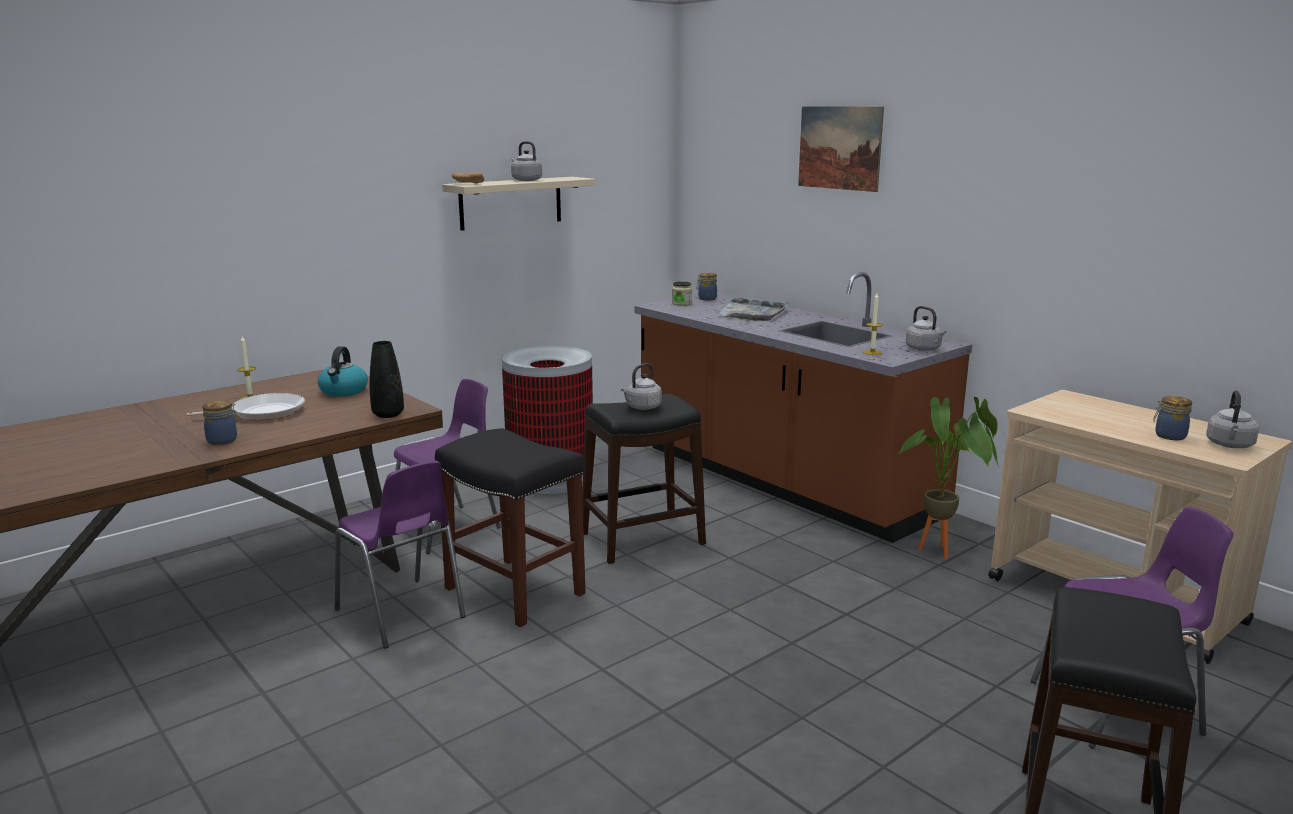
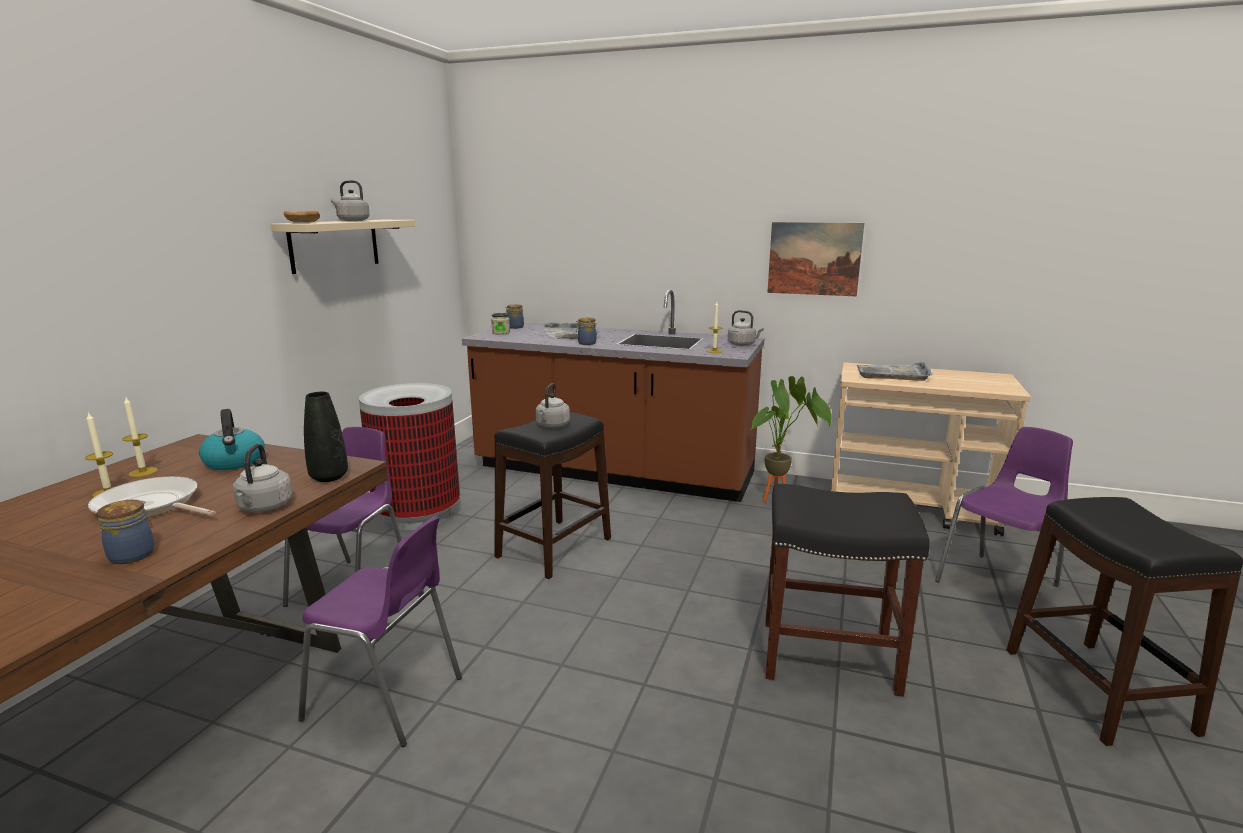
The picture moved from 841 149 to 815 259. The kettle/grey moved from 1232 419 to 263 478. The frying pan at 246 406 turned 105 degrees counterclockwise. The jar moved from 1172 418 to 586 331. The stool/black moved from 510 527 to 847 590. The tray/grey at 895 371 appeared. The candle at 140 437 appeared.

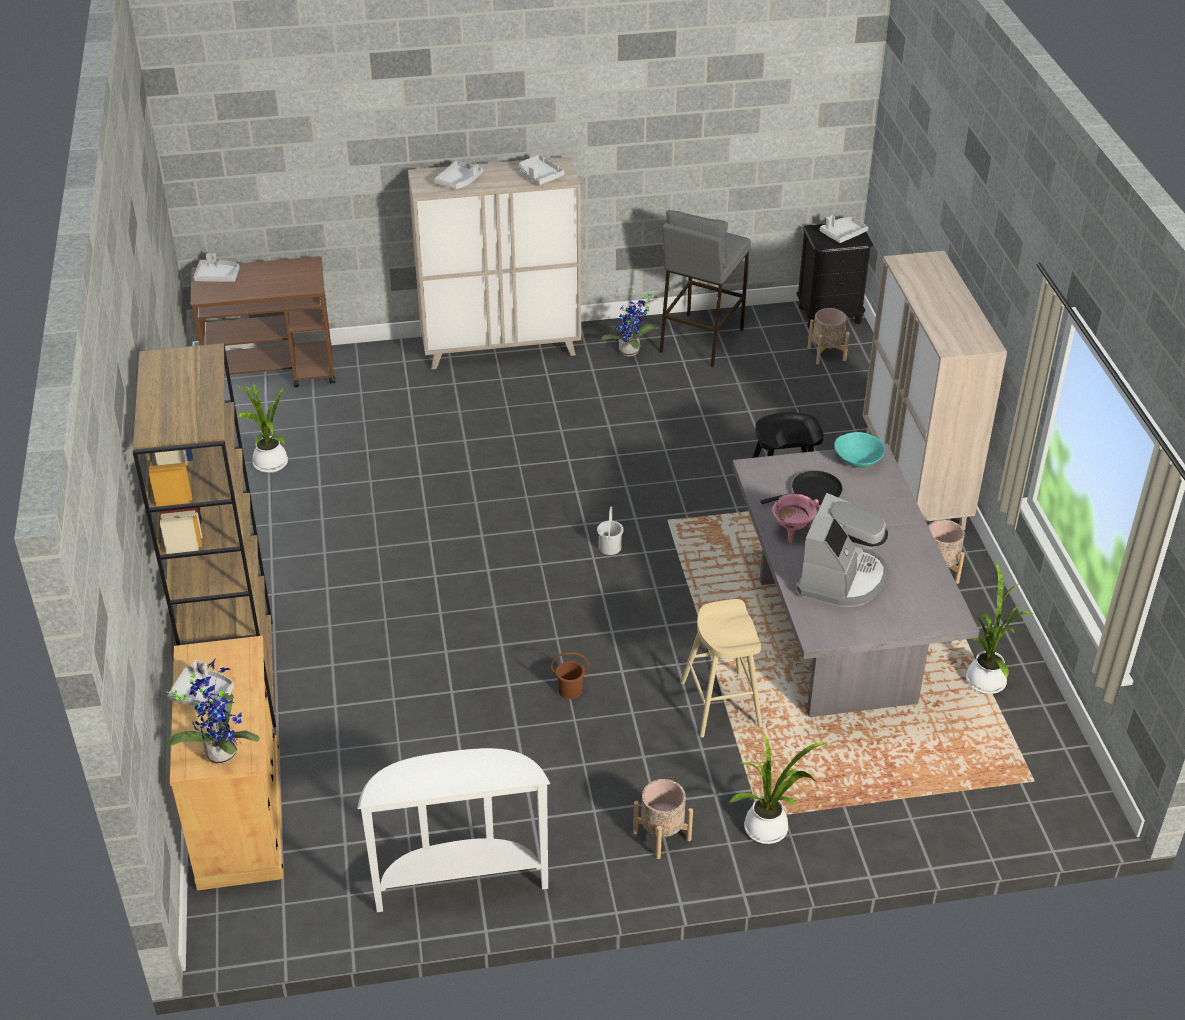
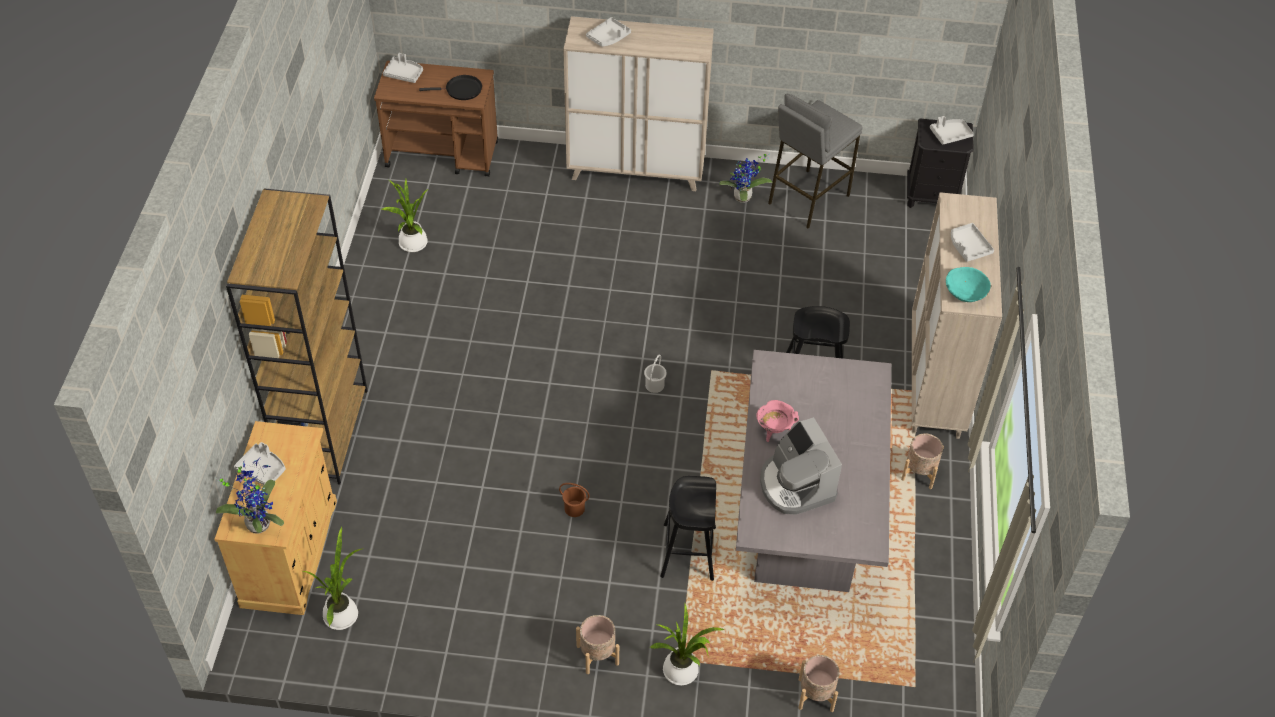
The tray/grey moved from 542 170 to 972 242. The planter/beige moved from 828 336 to 818 683. The bowl/turquoise moved from 859 450 to 968 284. The frying pan/black moved from 801 488 to 450 87. The coffee machine at 842 550 turned 120 degrees clockwise. The potted plant moved from 1000 628 to 332 578. The stool/beige at 721 668 became the stool/black at 688 528. The console table/white at 453 830 disappeared.

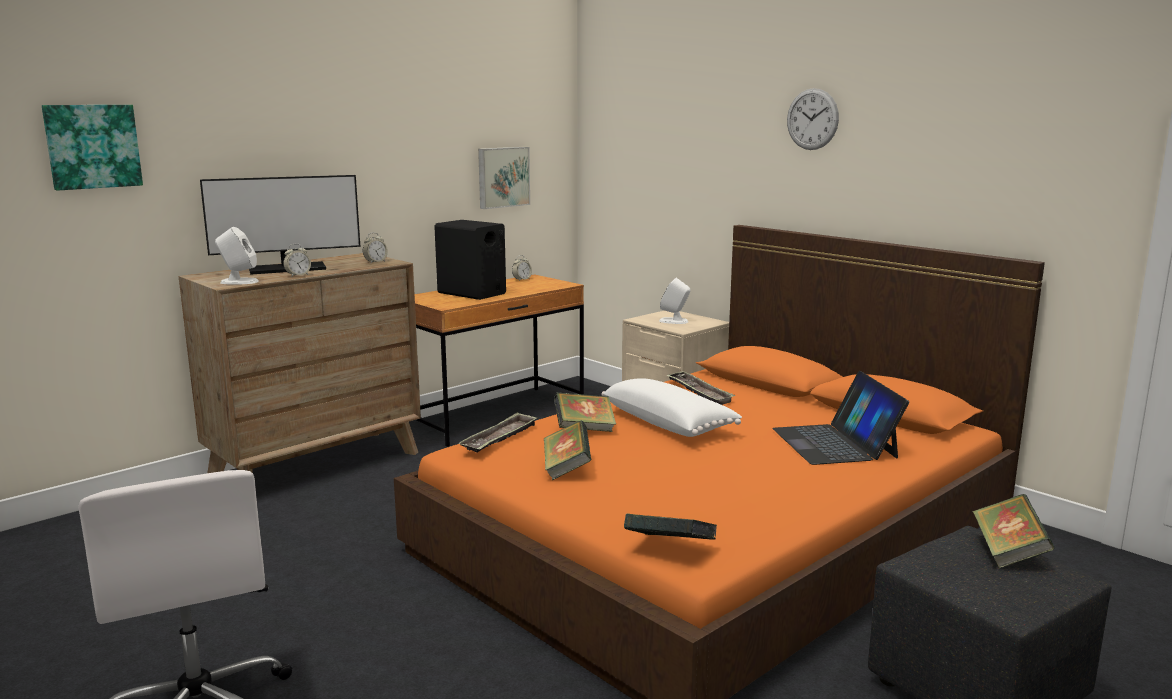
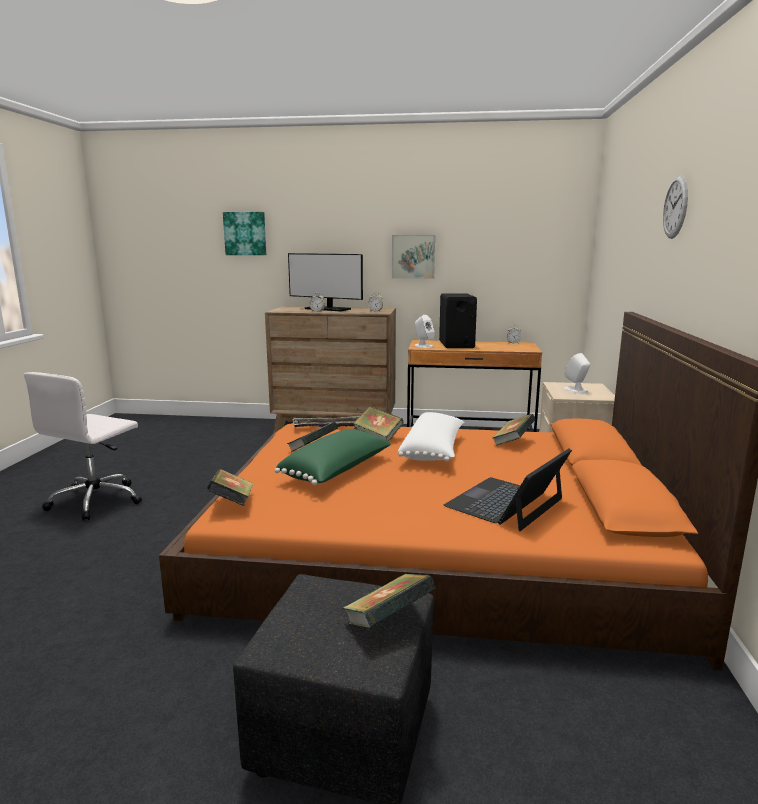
The picture moved from 504 178 to 413 257. The speaker/white moved from 237 255 to 424 331. The tray at 700 388 was replaced by the book at 514 430. The pillow/green at 332 457 appeared.

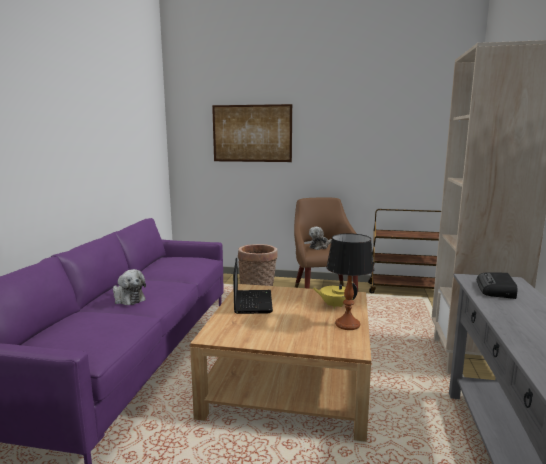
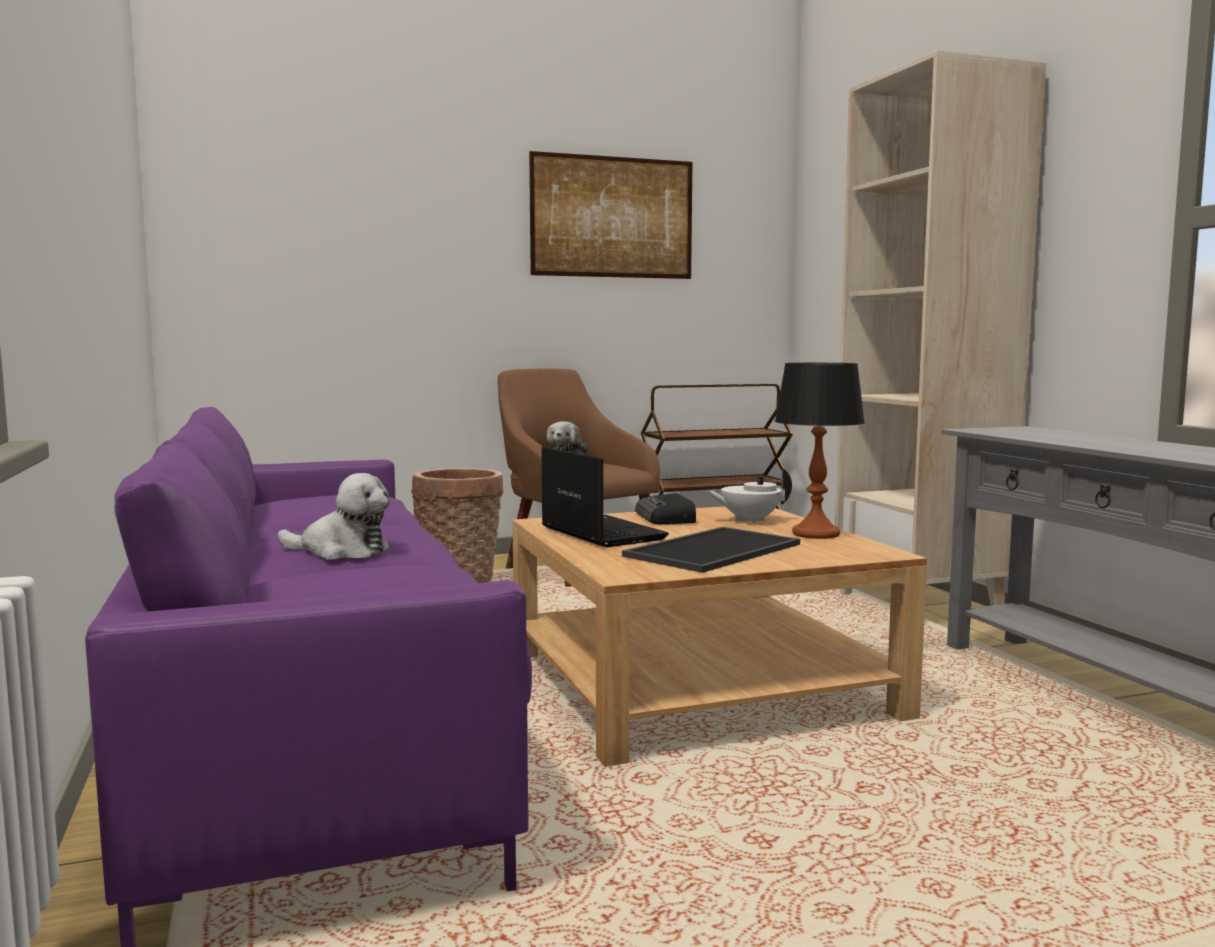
The picture moved from 252 133 to 610 215. The radio moved from 497 285 to 665 508. The teapot/yellow at 335 295 became the teapot/white at 749 495. The tray at 711 550 appeared.

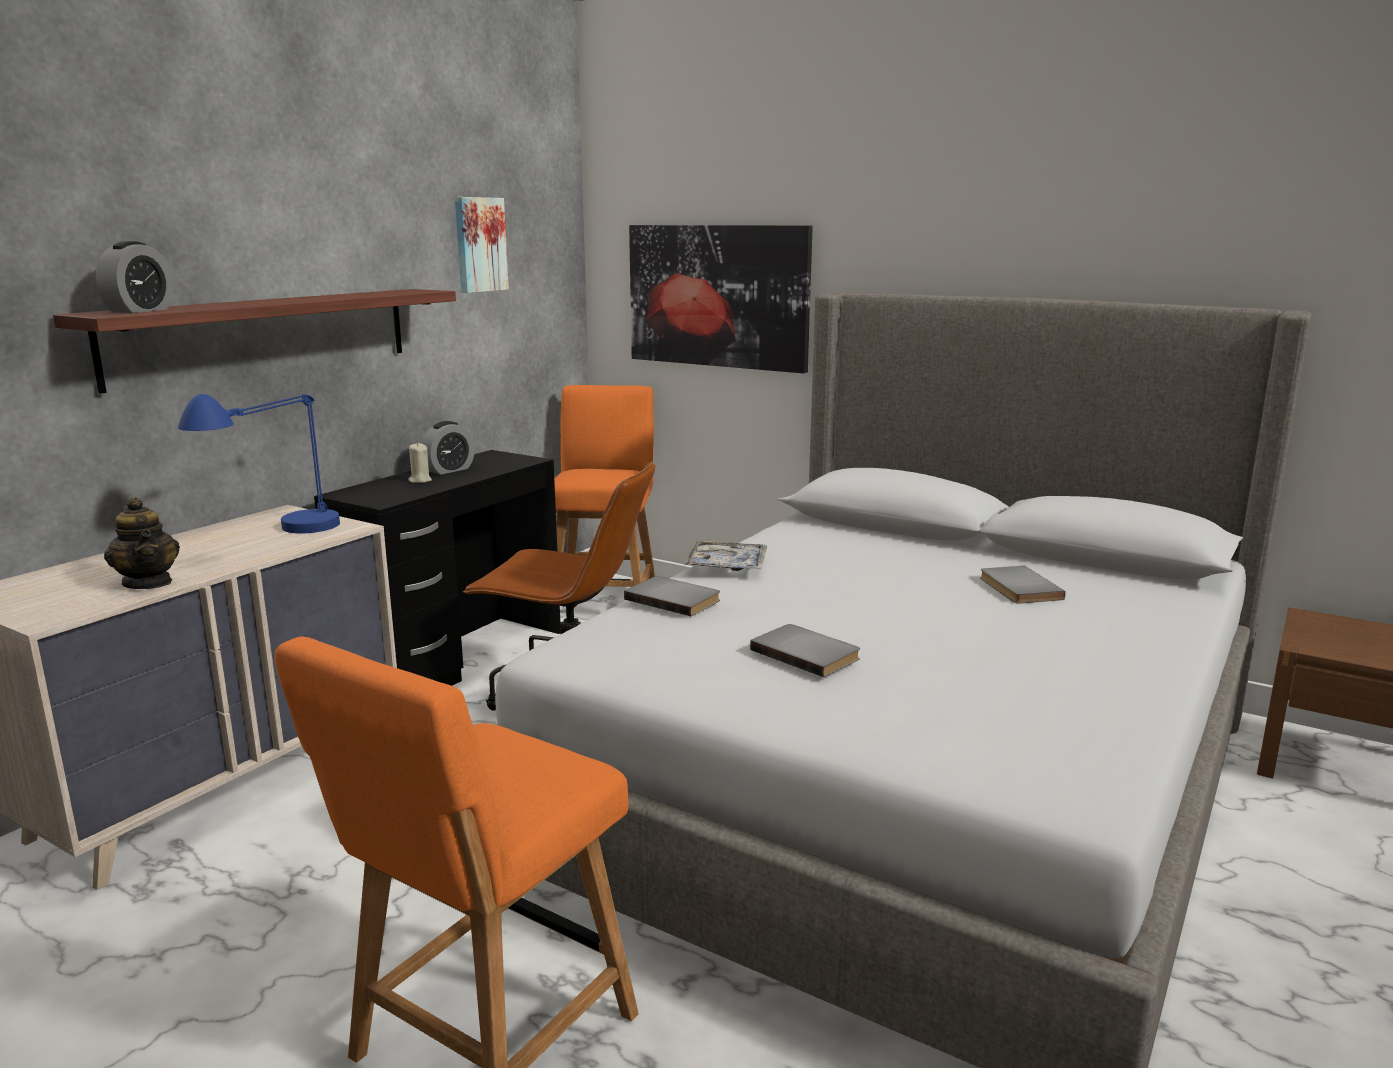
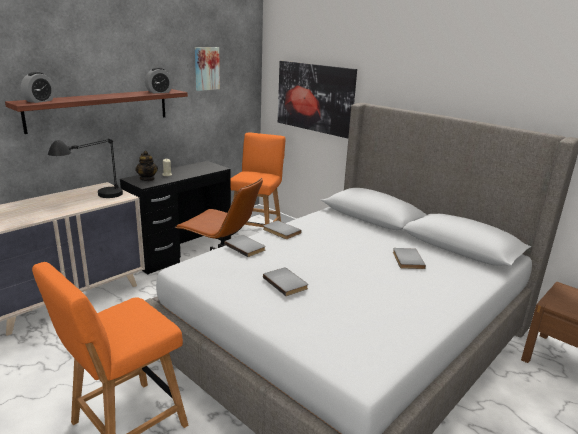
The table lamp/blue at 259 463 became the table lamp/black at 85 168. The alarm clock moved from 448 448 to 159 80. The teapot moved from 142 543 to 146 166. The tray at 726 556 was replaced by the book/grey at 282 229.

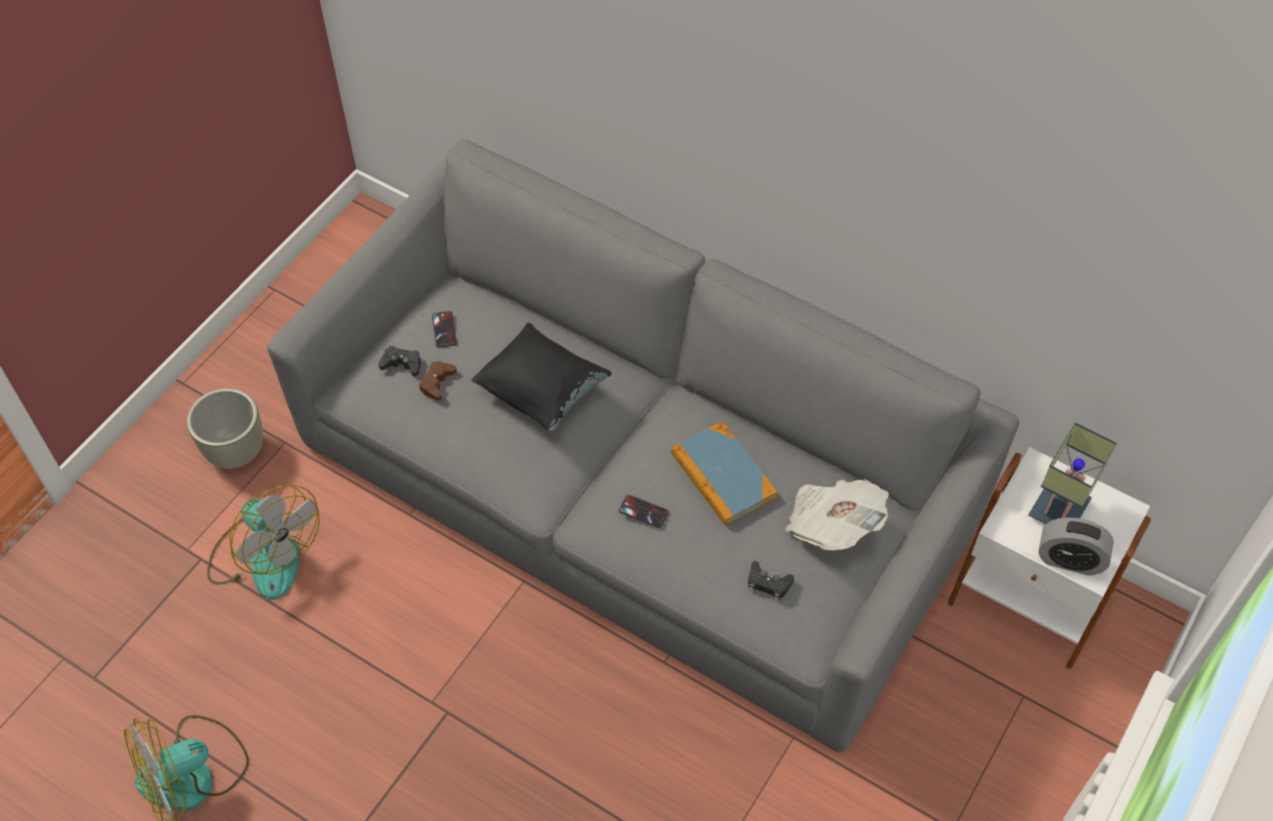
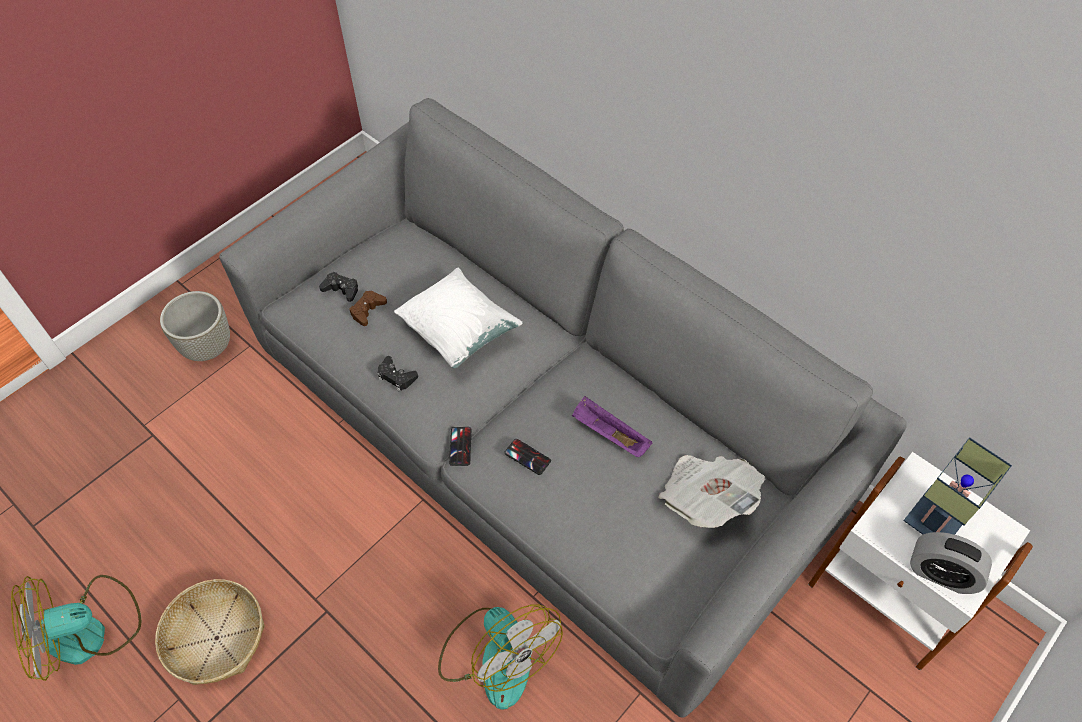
The phone moved from 444 329 to 460 446. The pillow/black at 542 377 became the pillow/white at 458 318. The book at 724 473 was replaced by the tray/purple at 612 426. The fan moved from 263 542 to 500 657. The game controller/black moved from 771 581 to 397 374. The basket at 210 632 appeared.

